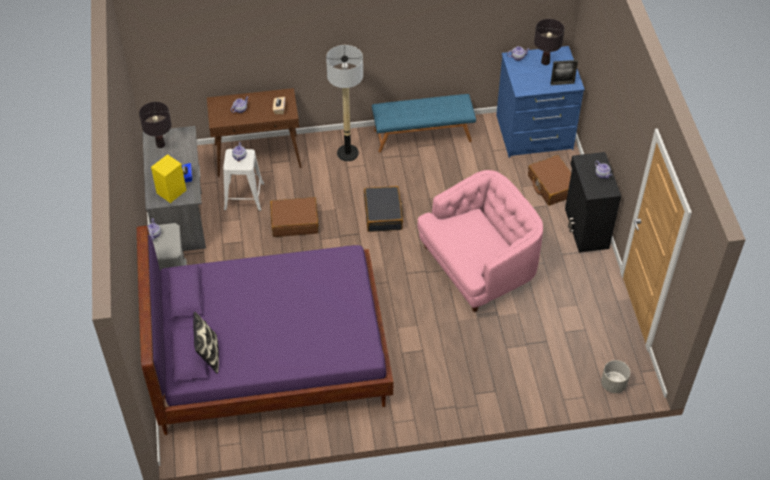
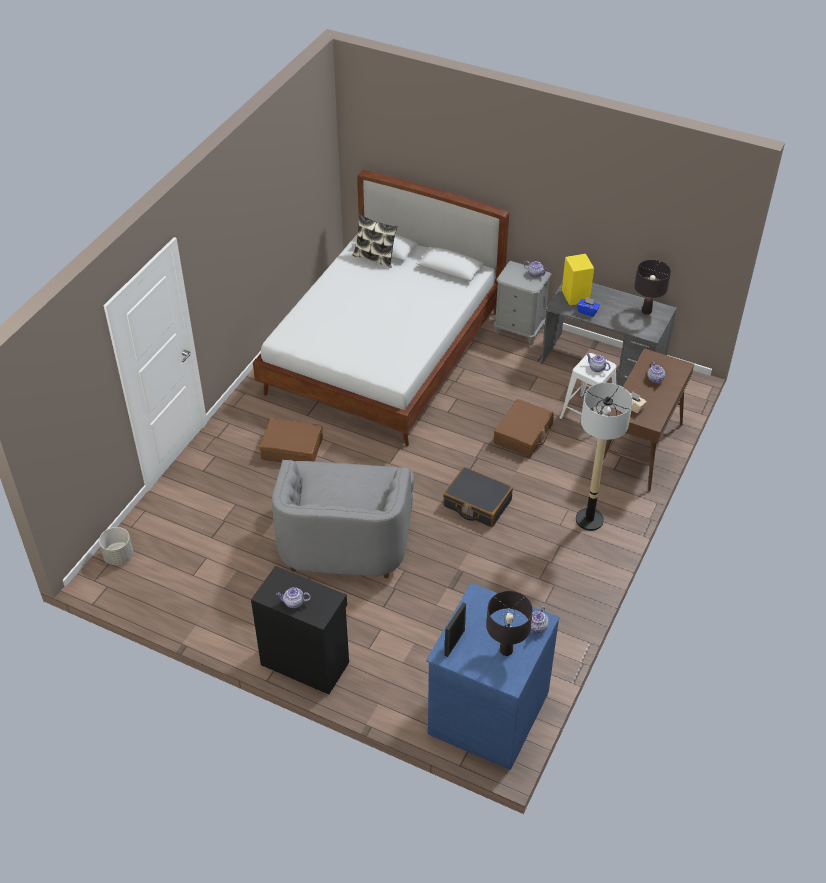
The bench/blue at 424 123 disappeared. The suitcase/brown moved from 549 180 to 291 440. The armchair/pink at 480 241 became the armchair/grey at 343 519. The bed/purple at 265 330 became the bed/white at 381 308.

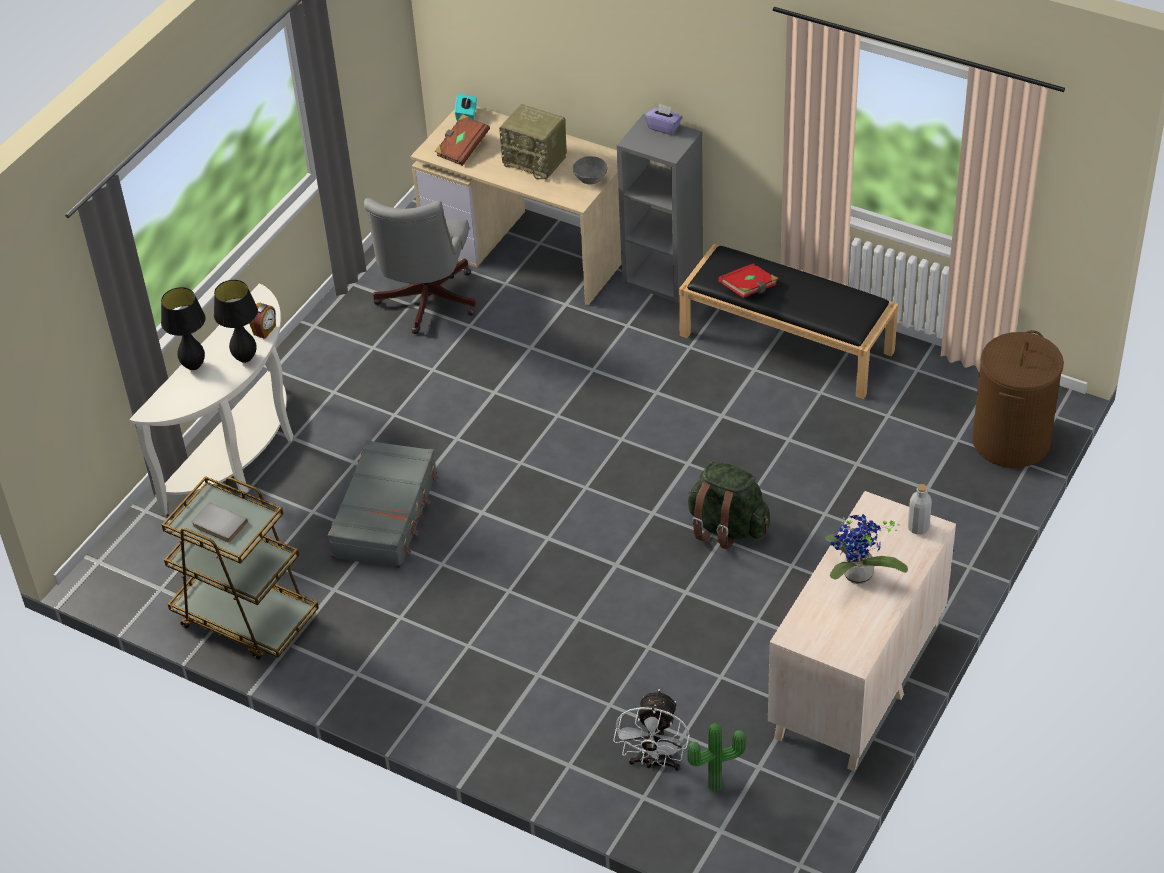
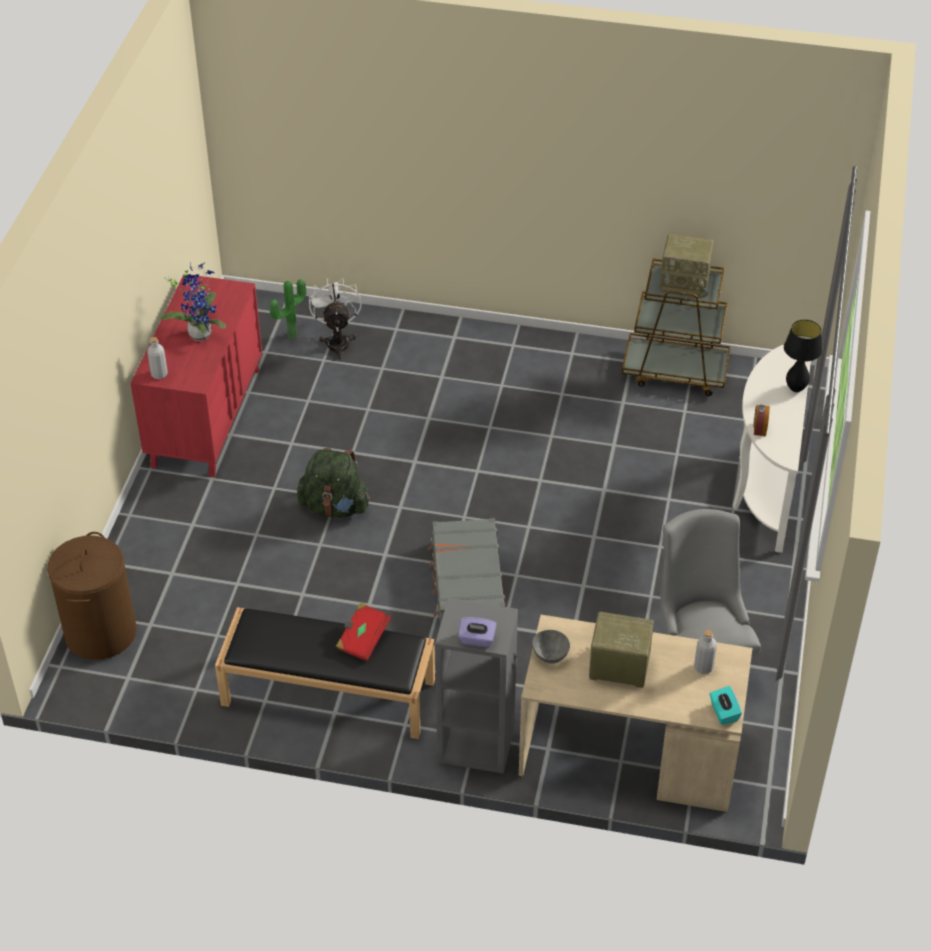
The book/brown at 462 140 was replaced by the bottle/grey at 705 652. The table lamp/black at 236 321 disappeared. The suitcase/grey moved from 383 504 to 466 571. The dresser/beige at 862 631 became the dresser/red at 196 375. The book/grey at 220 522 was replaced by the radio at 687 266.

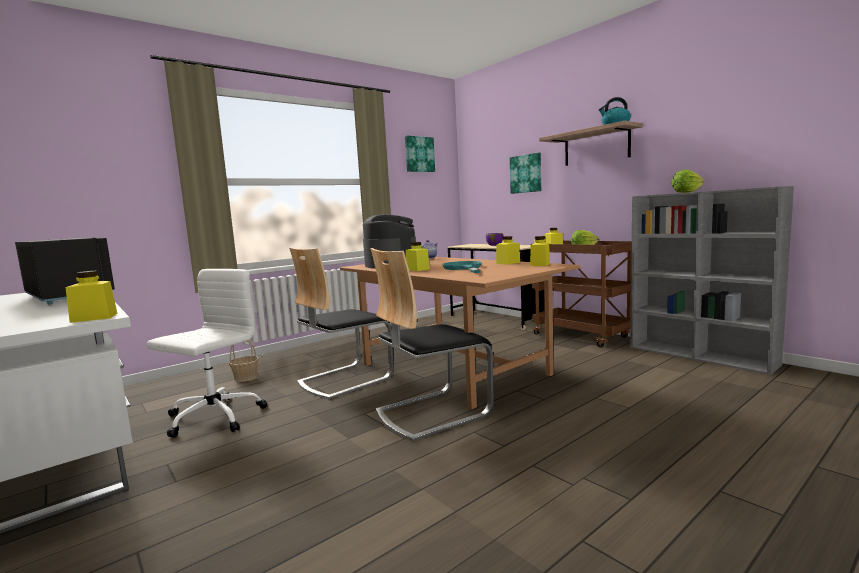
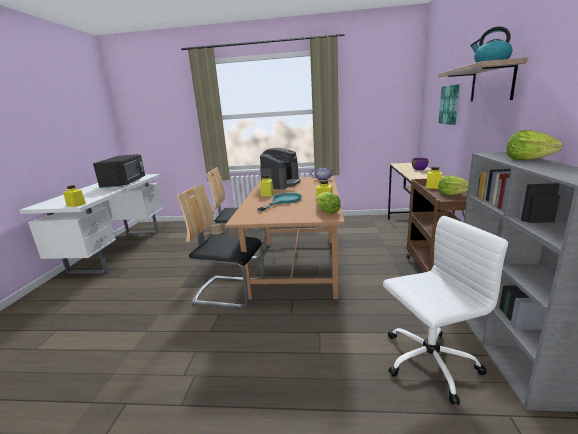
The picture at 420 154 disappeared. The jar/yellow at 540 251 was replaced by the lettuce at 328 203. The office chair/white moved from 207 353 to 445 310.

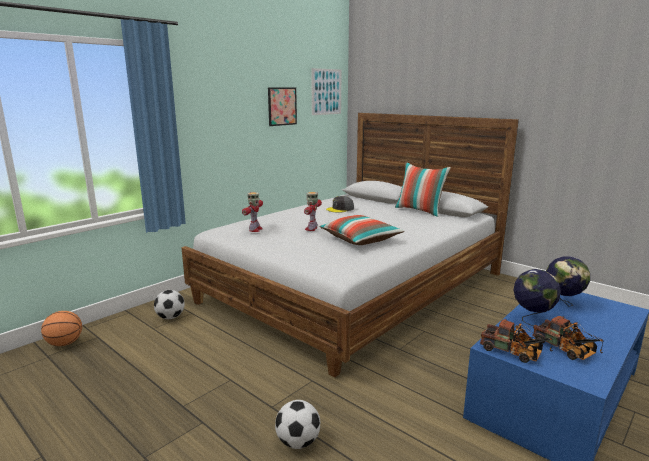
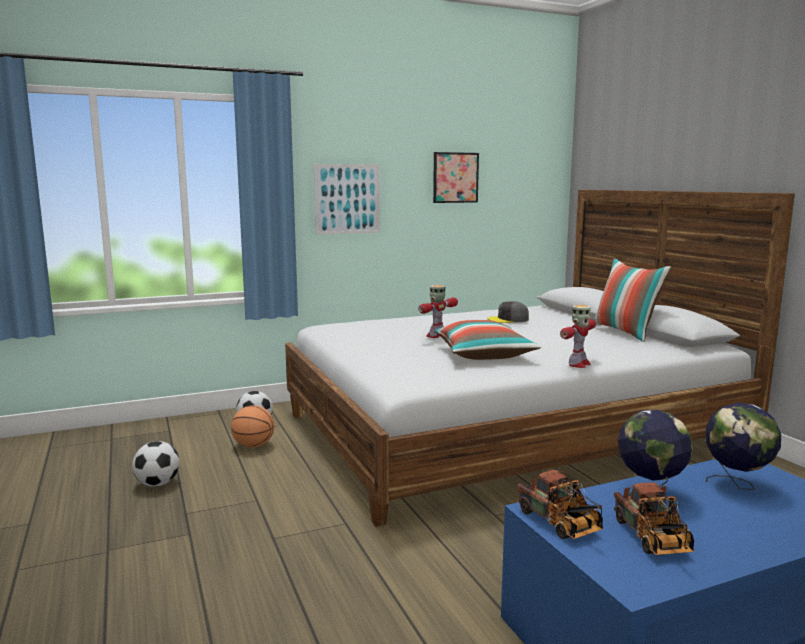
The picture moved from 326 91 to 347 199. The toy robot moved from 252 212 to 578 336. The basketball moved from 61 328 to 252 426. The football moved from 297 424 to 156 464.

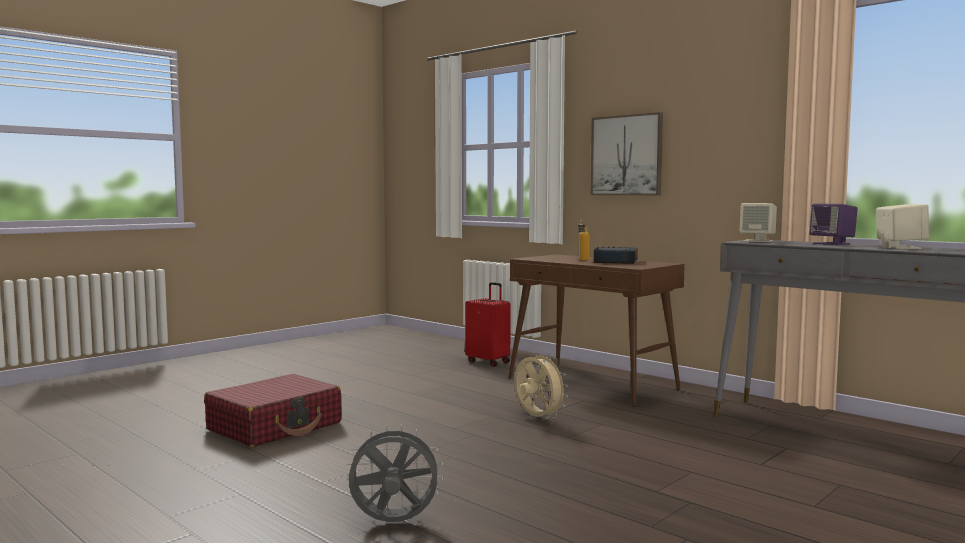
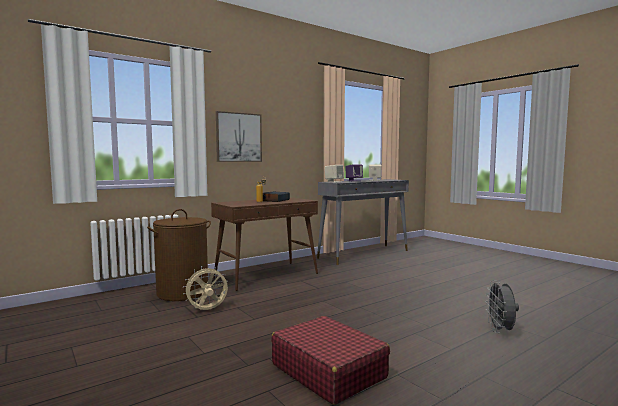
The suitcase/red at 488 324 was replaced by the laundry basket/brown at 179 255. The fan/beige moved from 541 385 to 205 287.

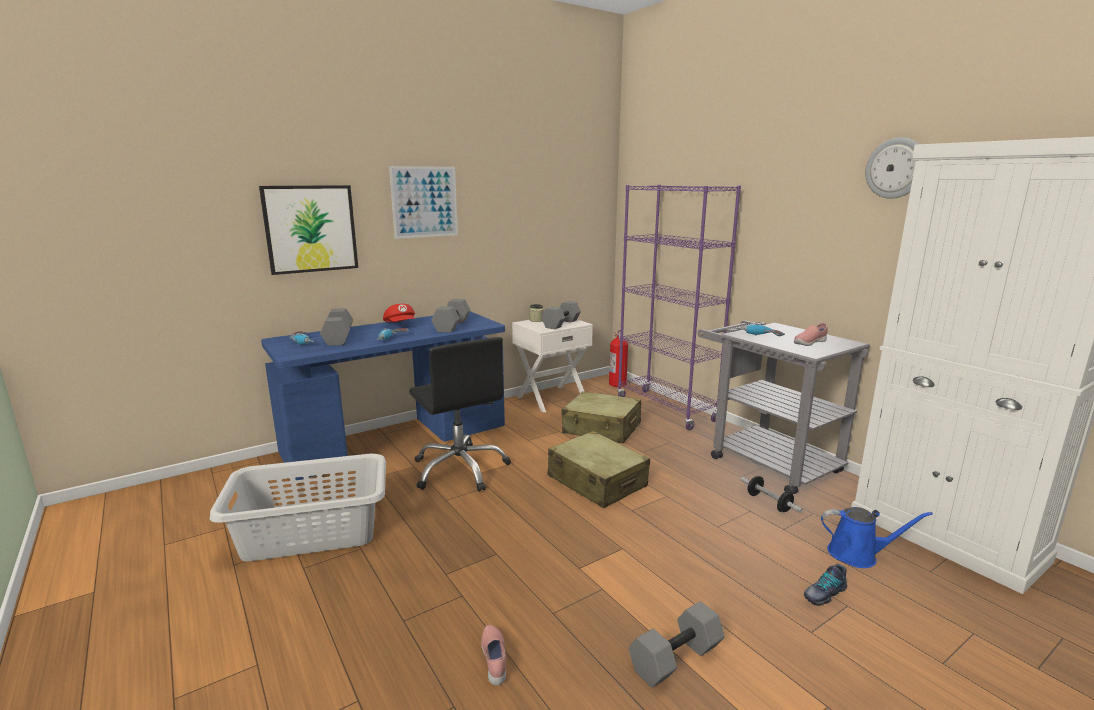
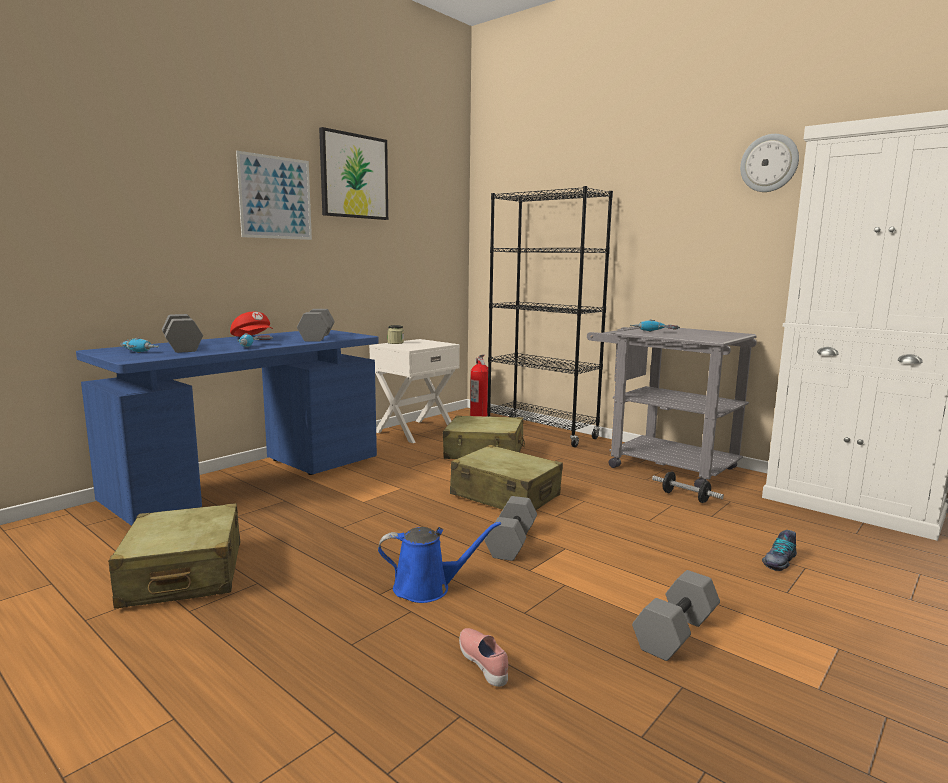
The picture moved from 308 230 to 353 173. The bookcase/purple at 679 307 became the bookcase/black at 550 316. The dumbbell/grey moved from 561 315 to 511 528. The shoe/pink at 811 334 disappeared. The office chair/black at 460 414 disappeared. The laundry basket/grey at 298 507 was replaced by the suitcase/beige at 174 556. The watering can/blue moved from 877 537 to 439 562.

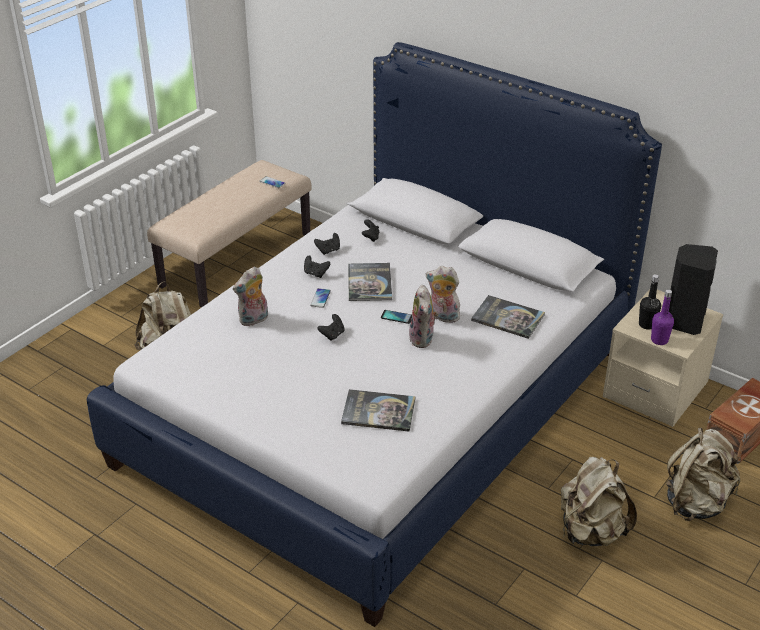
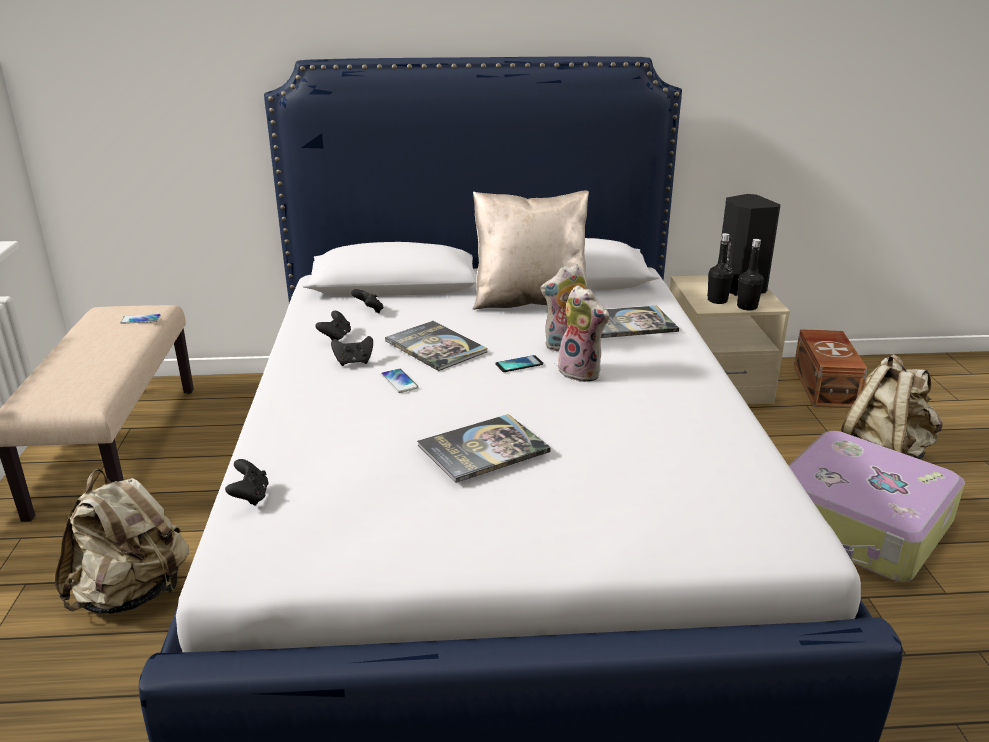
The plush toy at 250 296 disappeared. The bottle/purple at 662 317 became the bottle/black at 750 275. The game controller/black moved from 331 327 to 247 482. The book moved from 378 410 to 484 448. The backpack/beige at 599 501 was replaced by the suitcase at 876 506. The pillow/beige at 531 250 appeared.

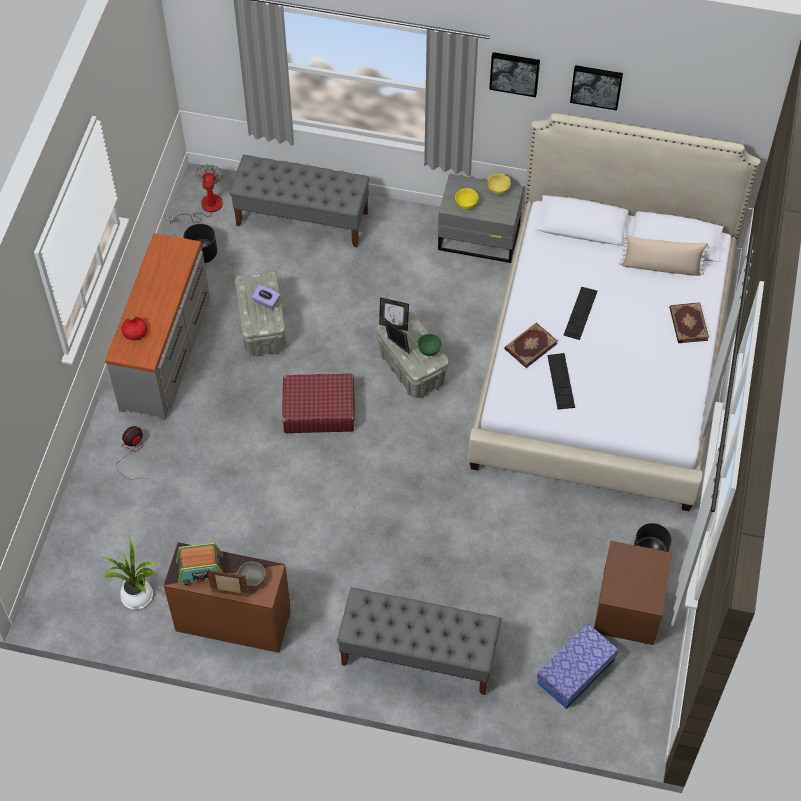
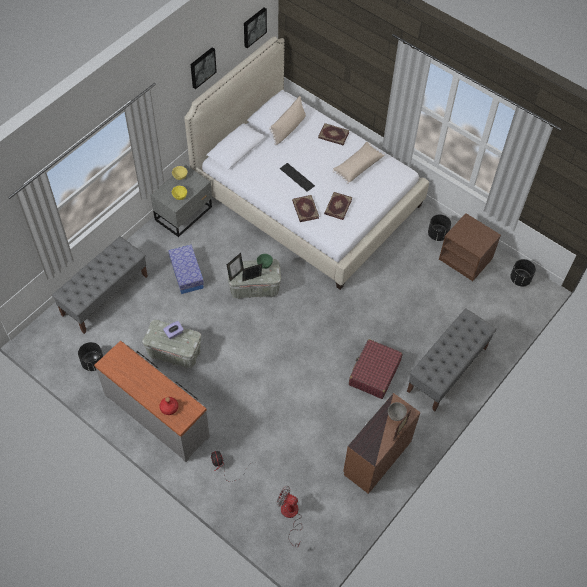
The picture moved from 514 74 to 255 28. The fan moved from 194 194 to 290 516. The keyboard at 561 381 was replaced by the book at 338 206. The suitcase/red moved from 318 403 to 376 369. The potted plant at 130 574 disappeared. The radio at 199 564 disappeared. The storage box moved from 578 666 to 186 269. The pillow/beige at 359 163 appeared. The planter/black at 523 272 appeared.

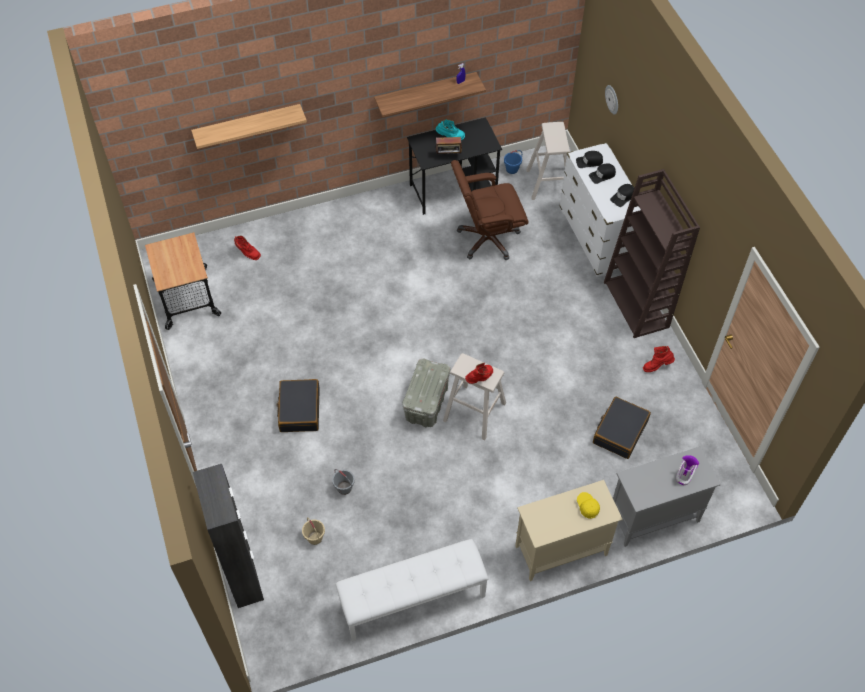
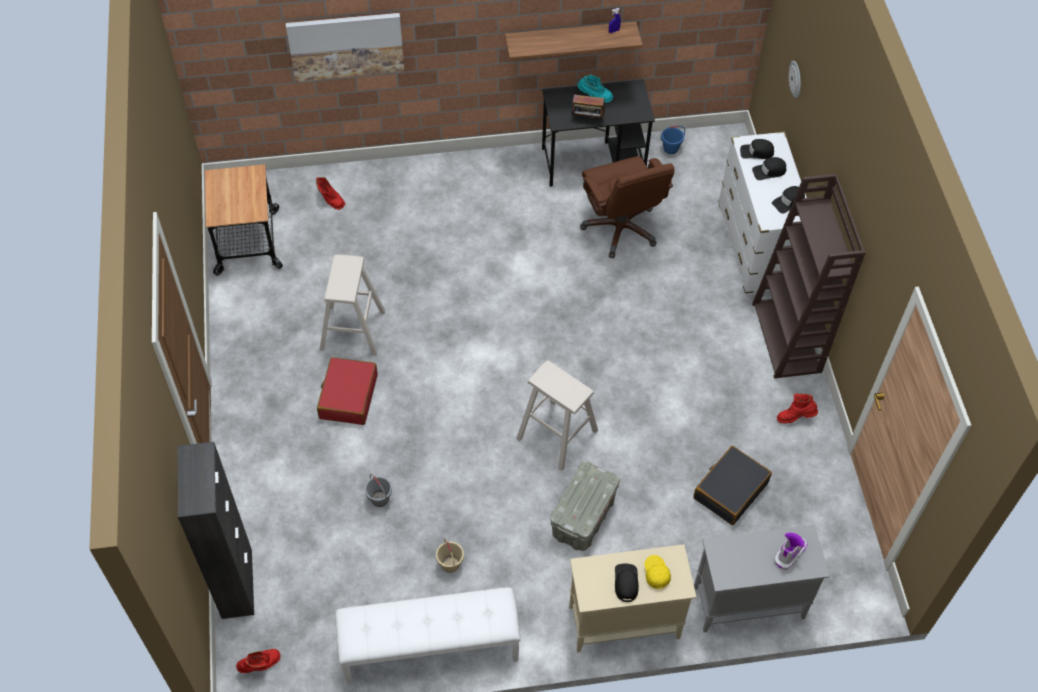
The shelf at 249 126 was replaced by the picture at 345 47. The stool/beige moved from 548 161 to 352 305. The office chair/brown at 489 210 turned 105 degrees counterclockwise. The storage box/grey moved from 426 392 to 585 506. The boot/red moved from 479 373 to 258 661. The suitcase/black at 298 405 became the suitcase/red at 347 391. The bucket/beige moved from 313 531 to 450 555. The cap/black at 627 582 appeared.

